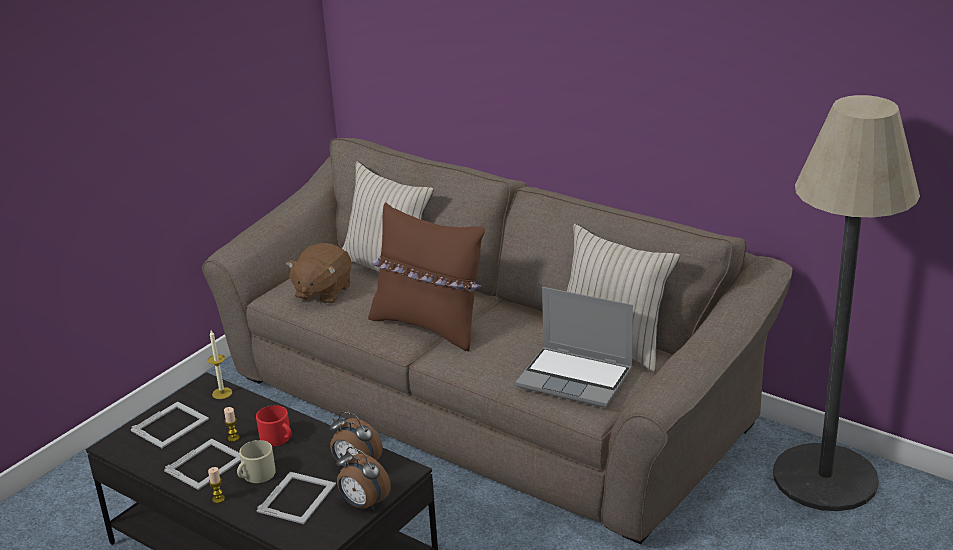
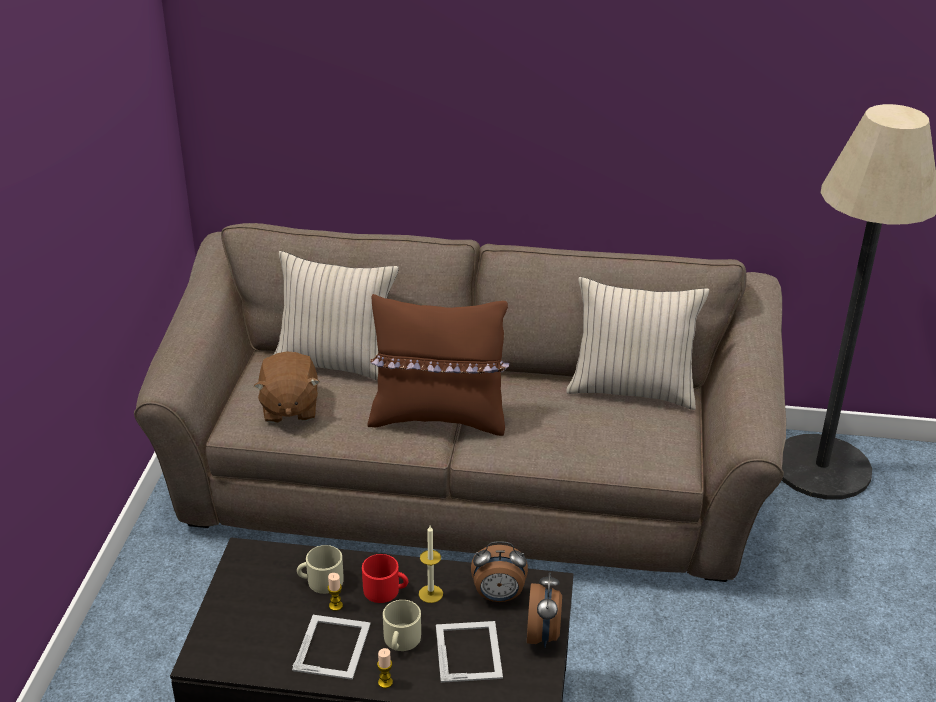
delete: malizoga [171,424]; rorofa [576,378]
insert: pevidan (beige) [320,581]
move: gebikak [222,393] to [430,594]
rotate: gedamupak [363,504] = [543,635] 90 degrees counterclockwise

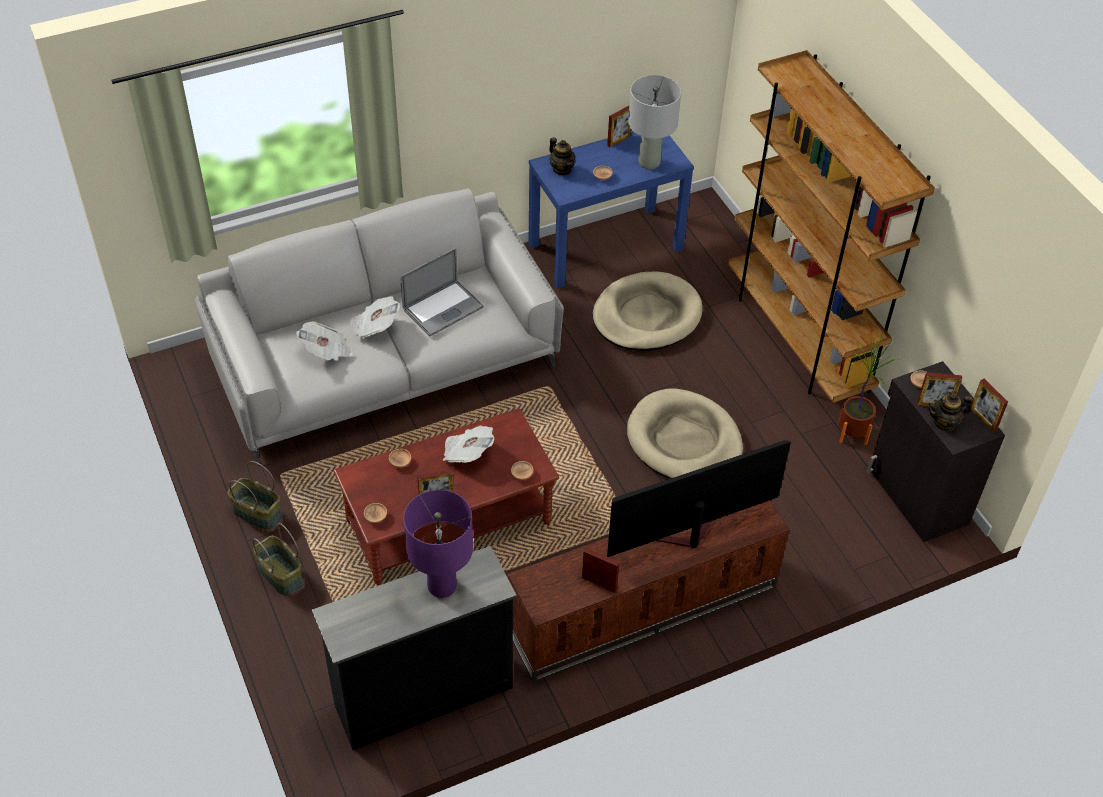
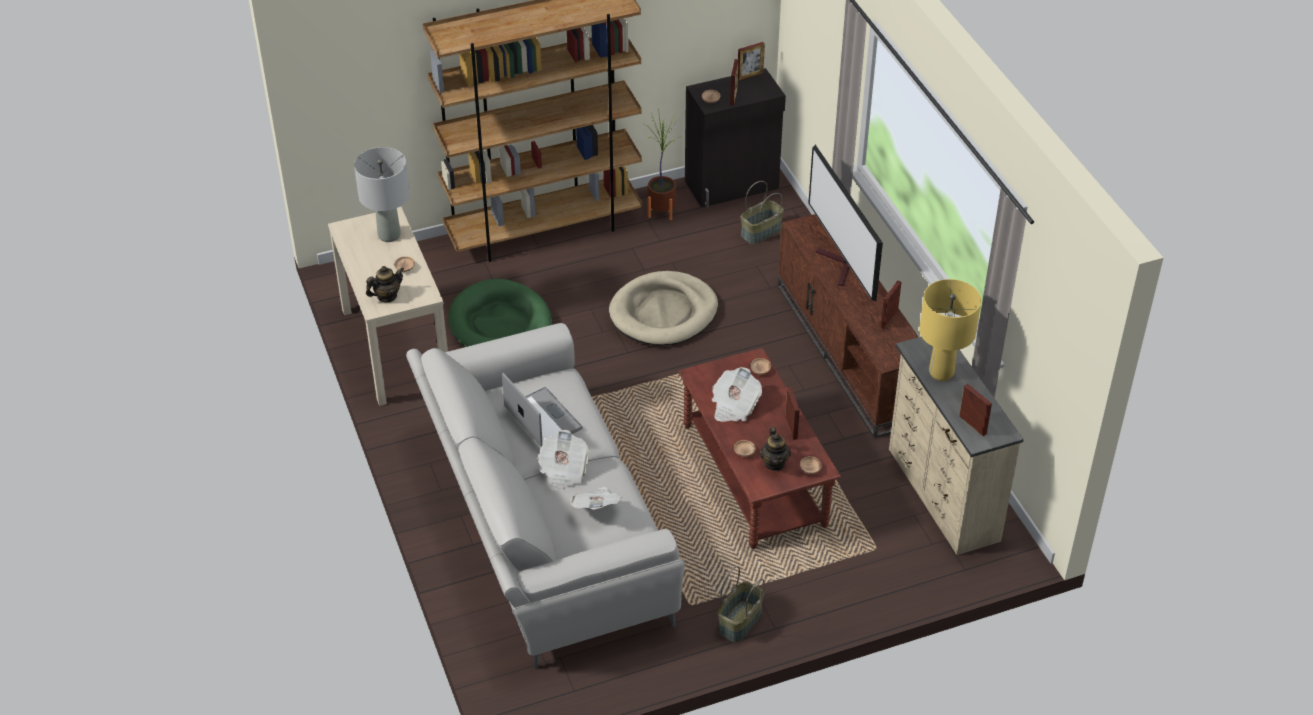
move: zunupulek [279,574] to [761,232]; malizoga [619,140] to [972,425]; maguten [944,423] to [774,463]
recolor: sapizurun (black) [421,694] to sapizurun (beige) [941,495]; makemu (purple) [442,587] to makemu (yellow) [941,372]; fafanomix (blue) [606,246] to fafanomix (beige) [395,347]; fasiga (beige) [646,316] to fasiga (green) [501,325]

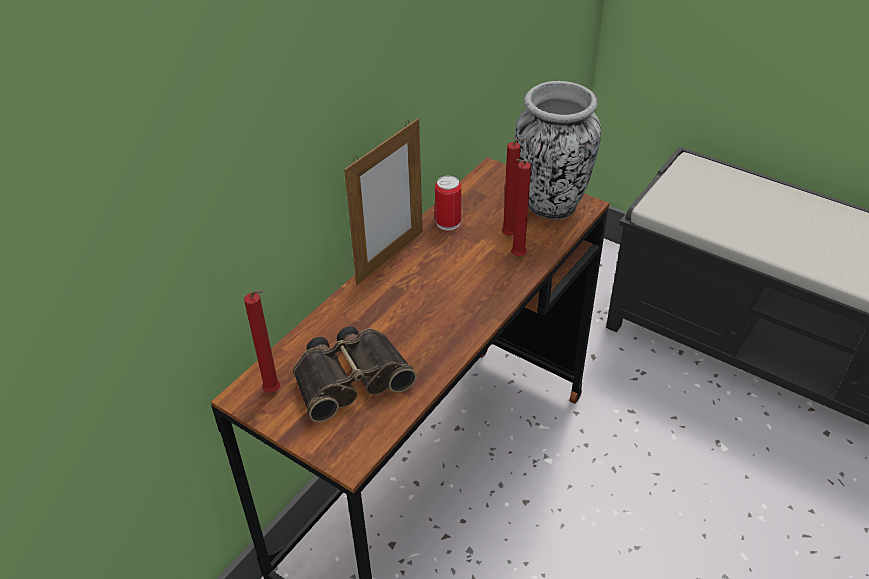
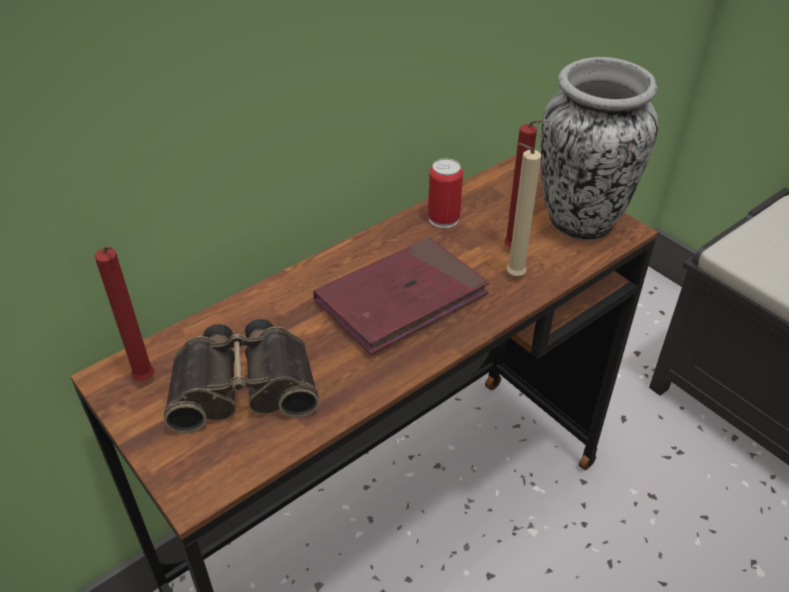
delete: malizoga [390,257]
insert: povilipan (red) [401,299]
recolor: gebikak (red) [516,257] to gebikak (beige) [512,276]

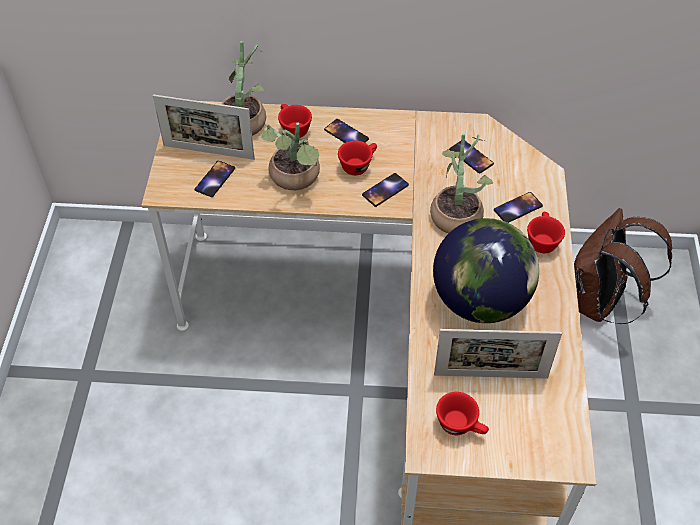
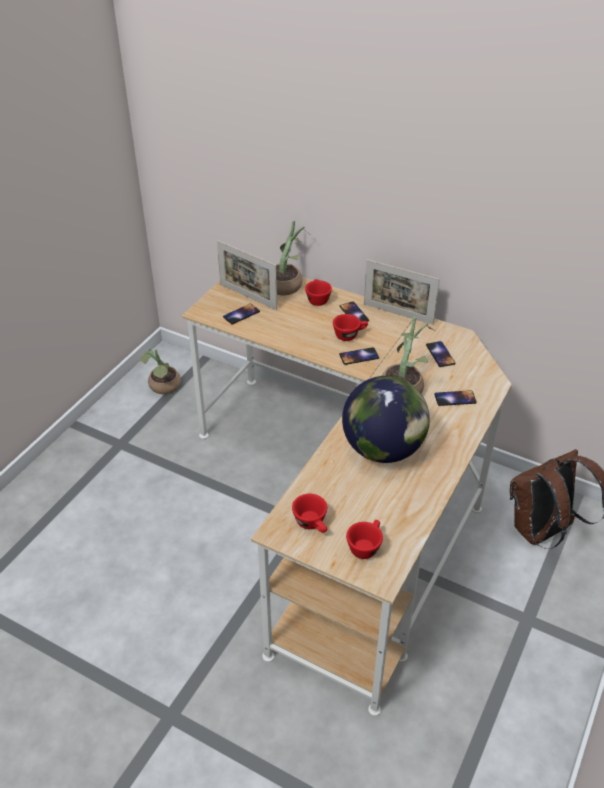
move: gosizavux [295,179] to [163,388]; malizoga [490,376] to [398,314]; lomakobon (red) [541,240] to [365,546]

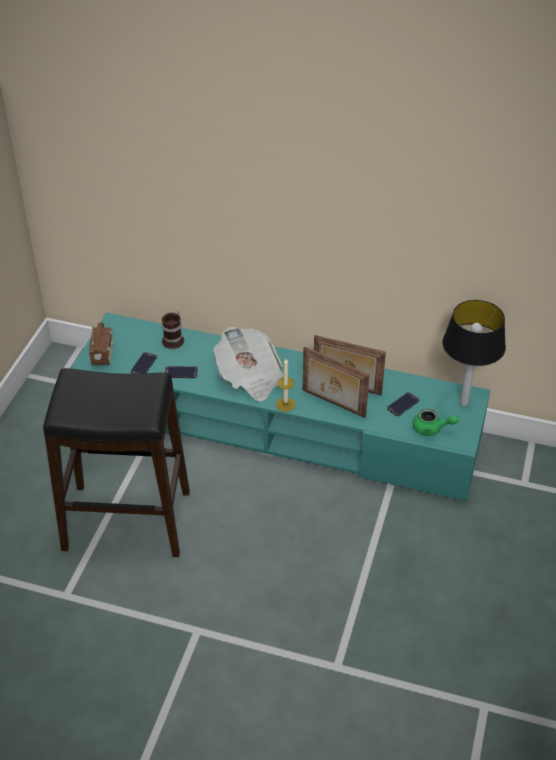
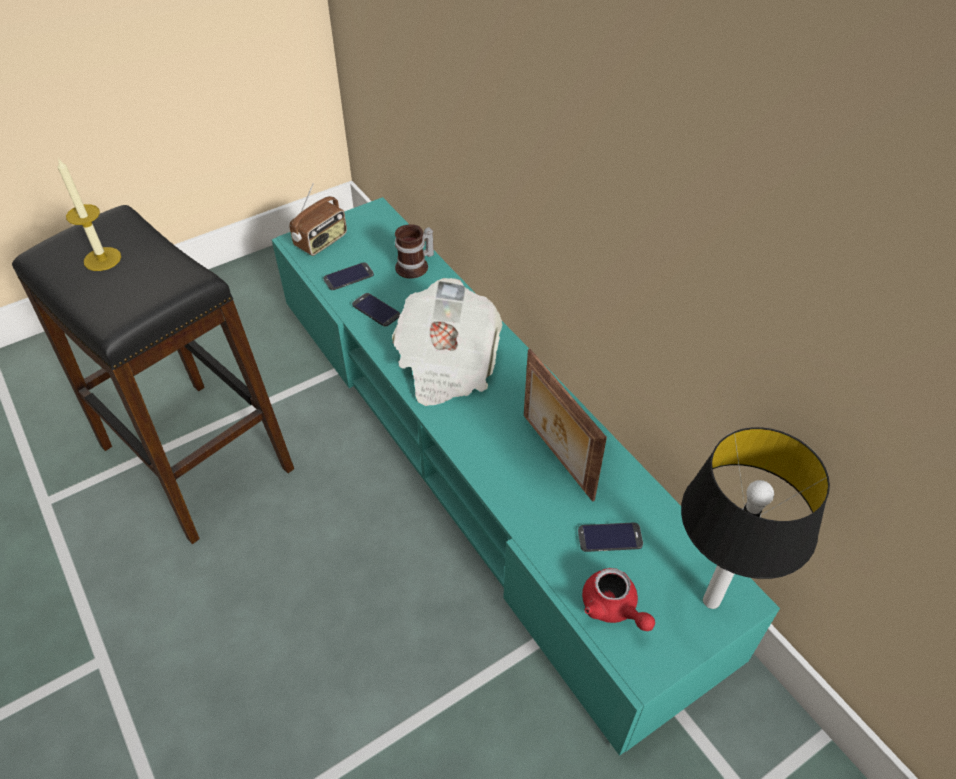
delete: malizoga [333,404]
move: gebikak [285,404] to [102,259]
recolor: maguten (green) [431,429] to maguten (red) [613,608]

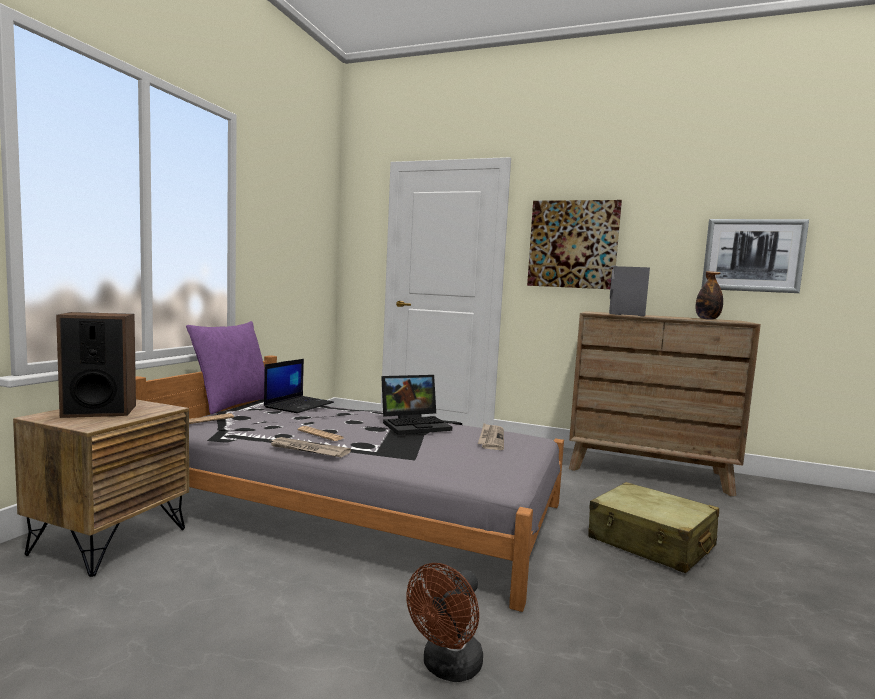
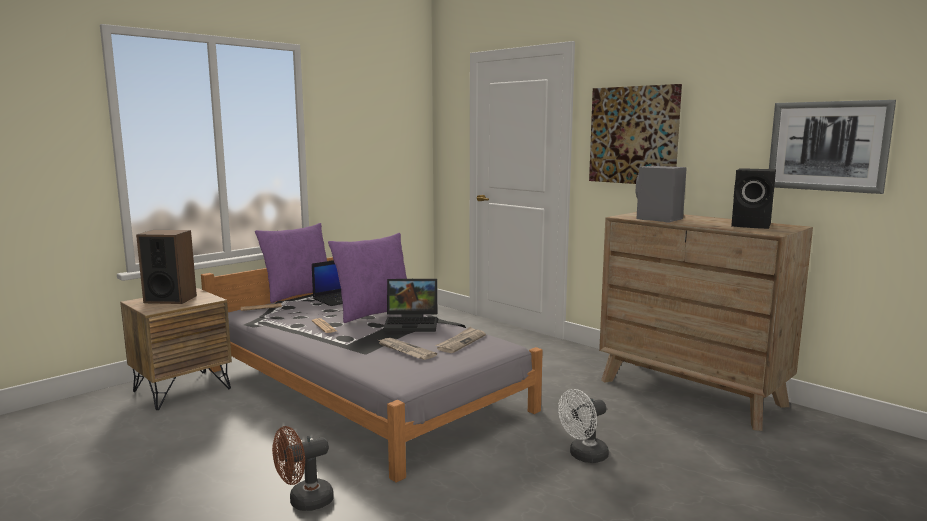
insert: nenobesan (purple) [374,313]
move: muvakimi [308,450] to [405,350]
replace: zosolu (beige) [651,542] to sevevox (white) [584,456]; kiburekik [707,319] to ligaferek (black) [753,225]

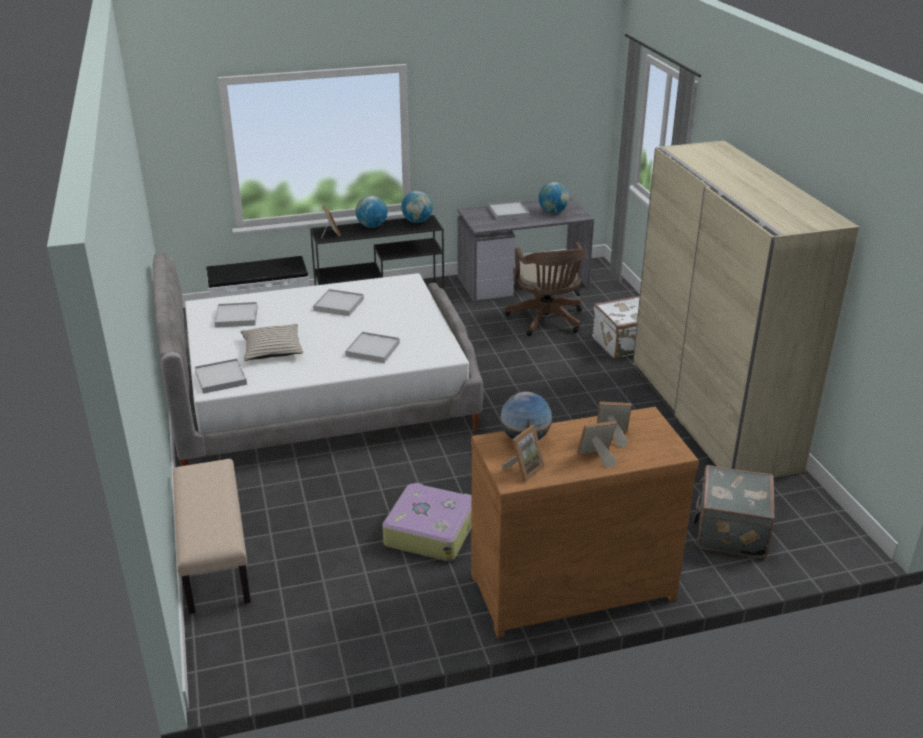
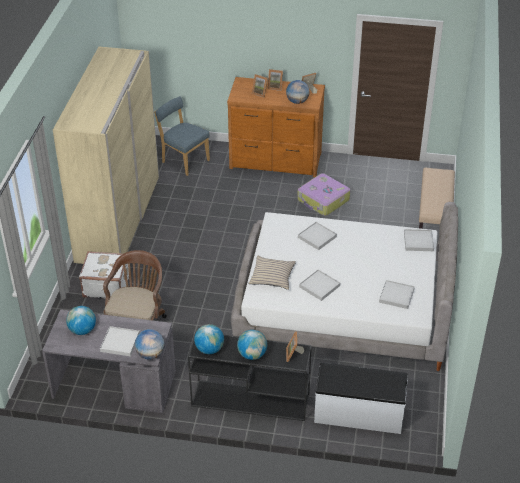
insert: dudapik [150,354]
move: nenobesan (beige) [272,349] to [272,277]
replace: zosolu (grey) [730,531] to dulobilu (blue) [184,160]

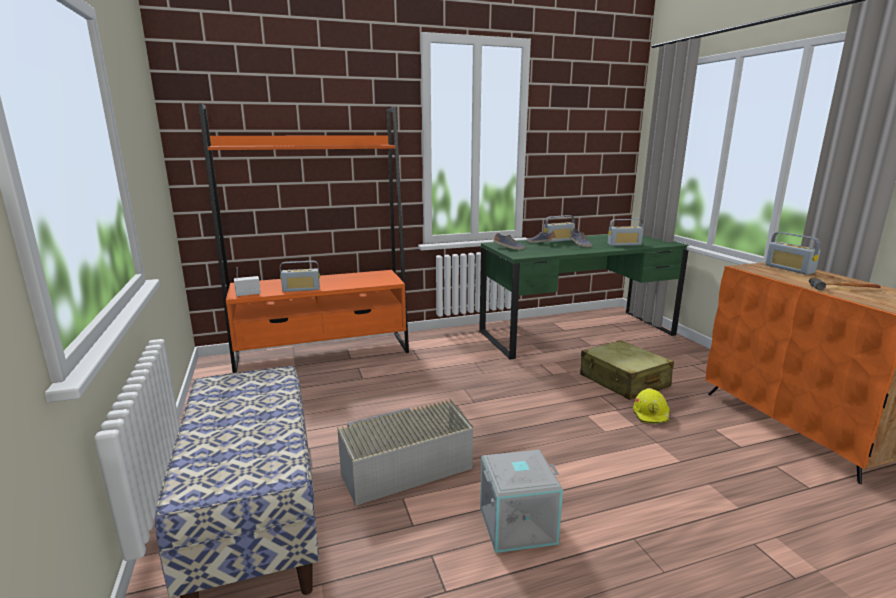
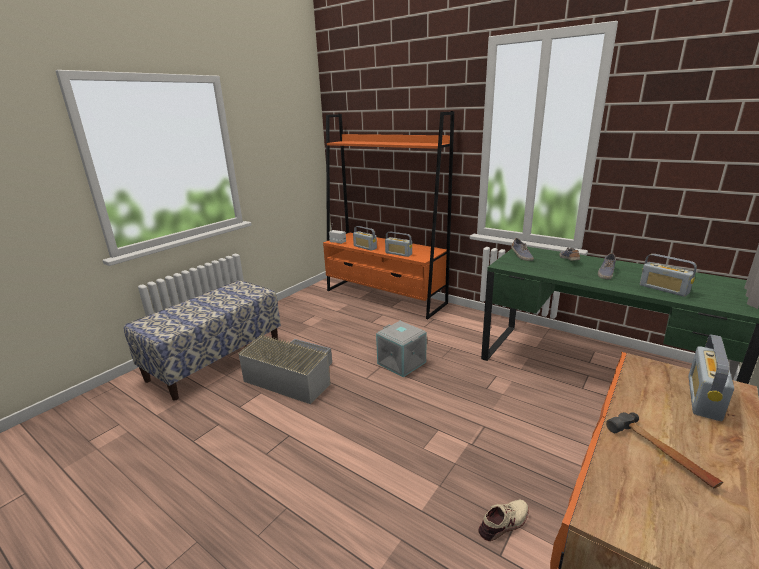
delete: zosolu (beige) [624,381]; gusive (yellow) [651,414]
insert: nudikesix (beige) [504,523]
move: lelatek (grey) [517,523] to [402,362]; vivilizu [558,240] to [398,253]

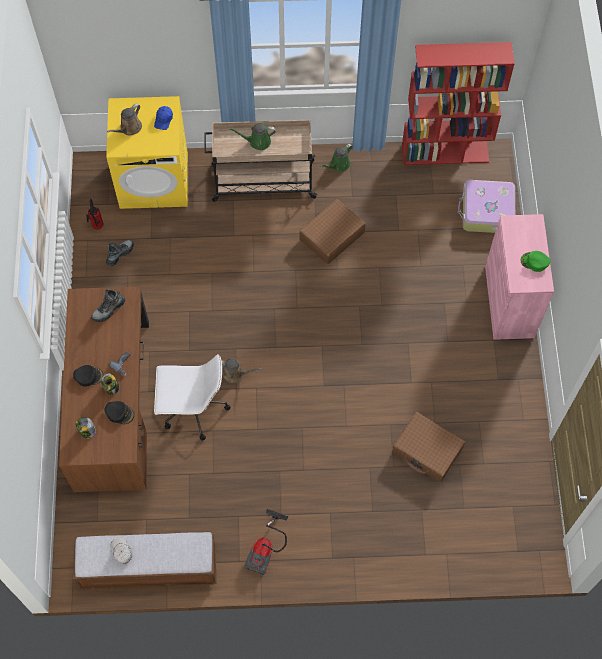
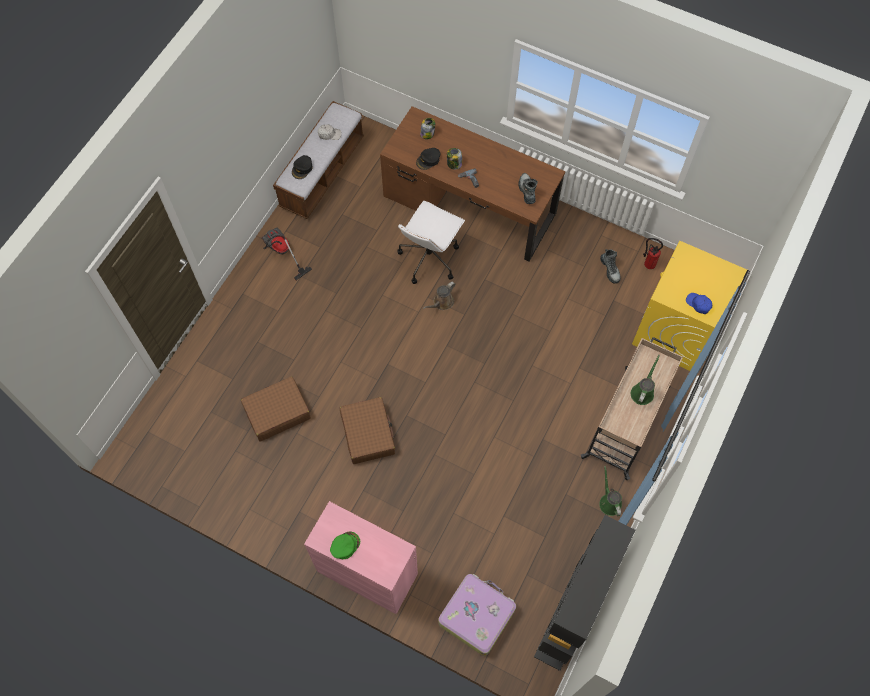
delete: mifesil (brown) [129,128]
move: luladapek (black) [88,376] to [302,169]; zosolu (brown) [331,236] to [368,433]
recolor: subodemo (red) [445,153] to subodemo (black) [568,617]

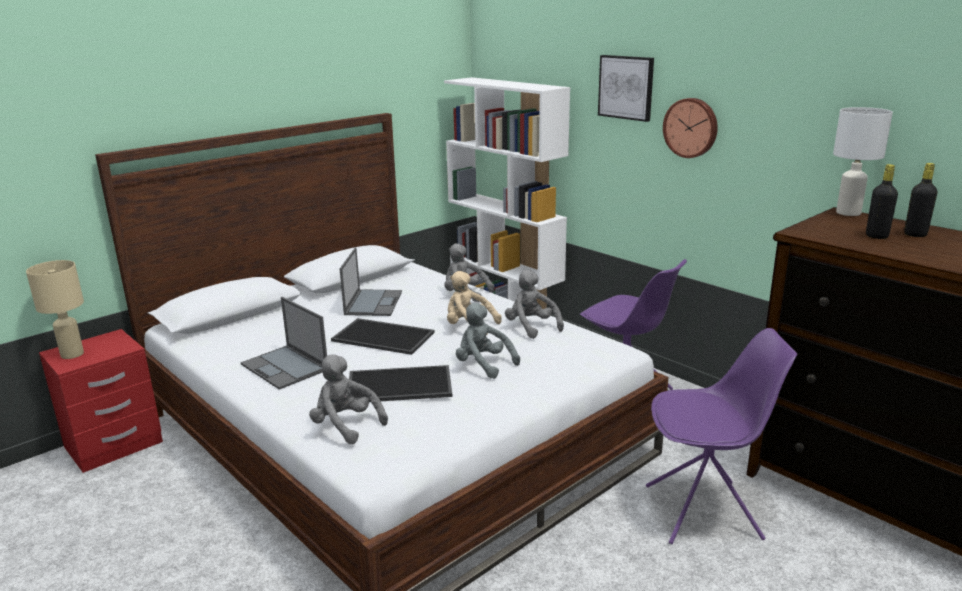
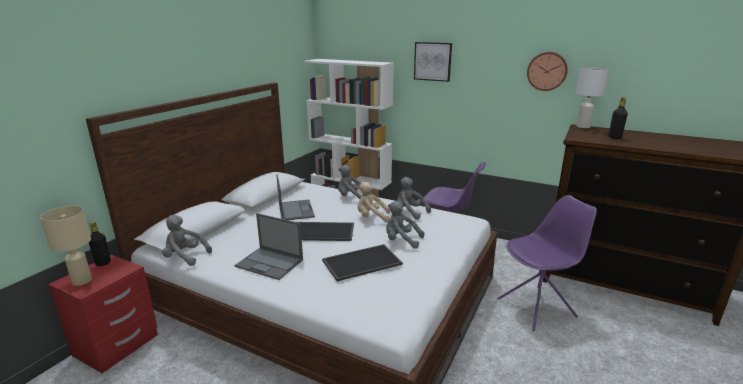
move: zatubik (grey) [345,425] to [185,257]; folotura [691,127] to [547,71]; kiburekik (black) [915,234] to [103,263]

